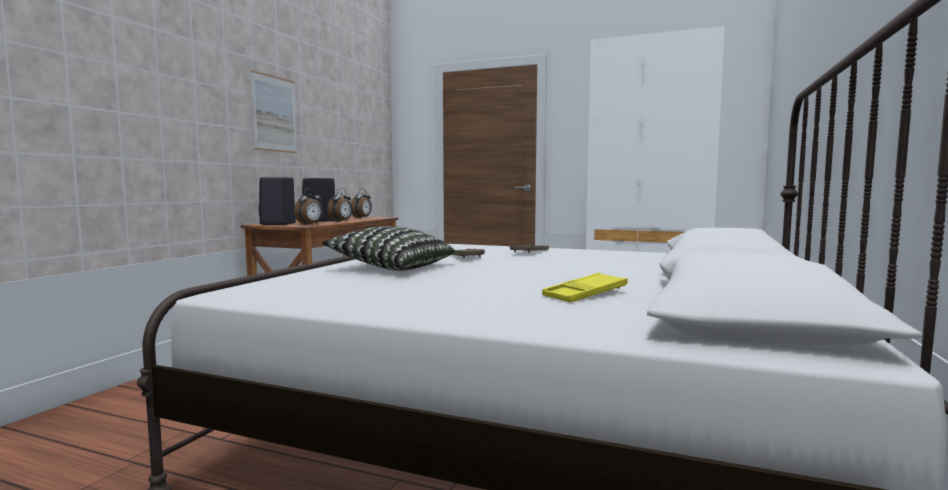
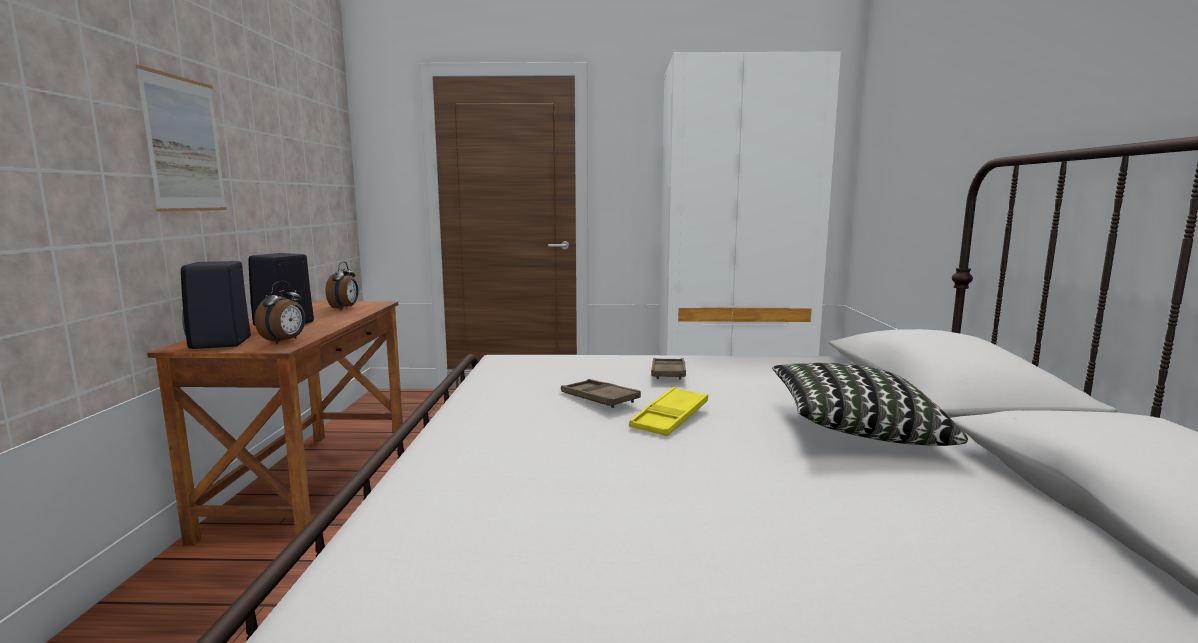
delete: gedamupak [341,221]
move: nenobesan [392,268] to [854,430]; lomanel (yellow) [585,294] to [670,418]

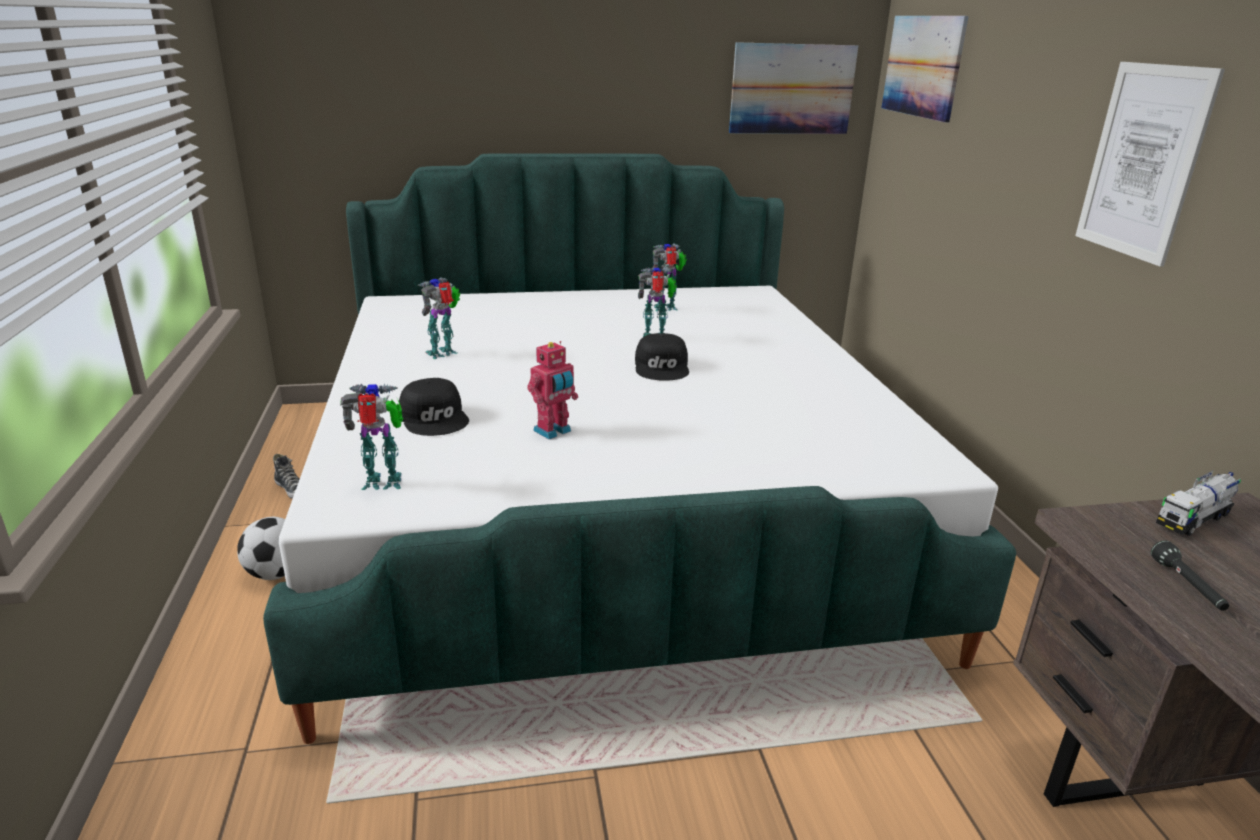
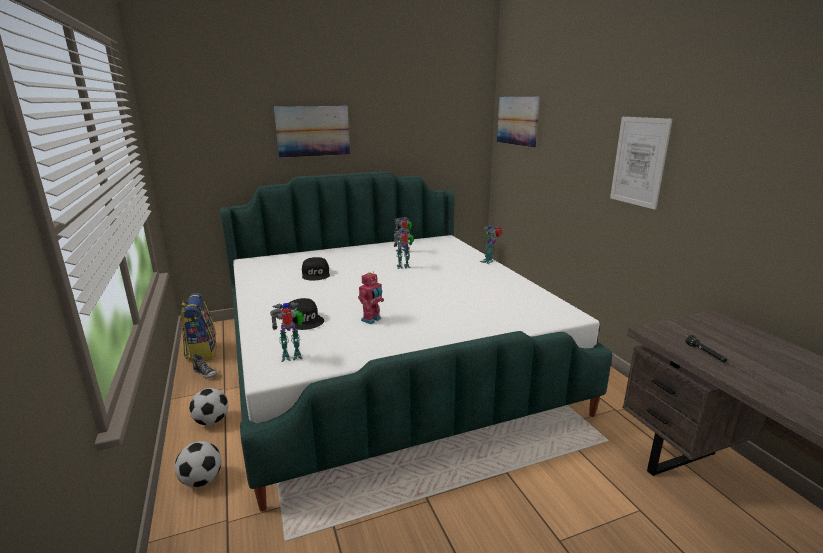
delete: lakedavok [1193,519]
insert: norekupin [202,480]; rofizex [201,352]
move: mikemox [443,353] to [489,261]; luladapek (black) [662,367] to [316,274]; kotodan [792,89] to [313,131]

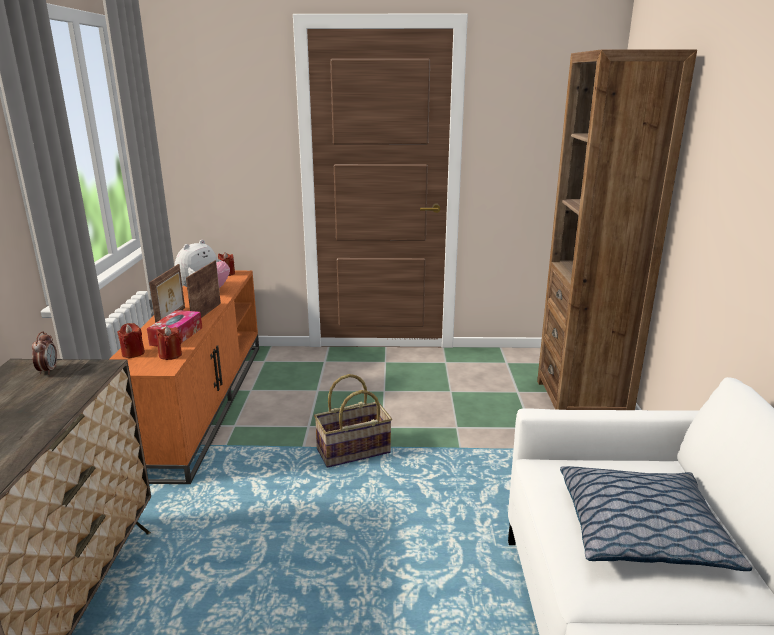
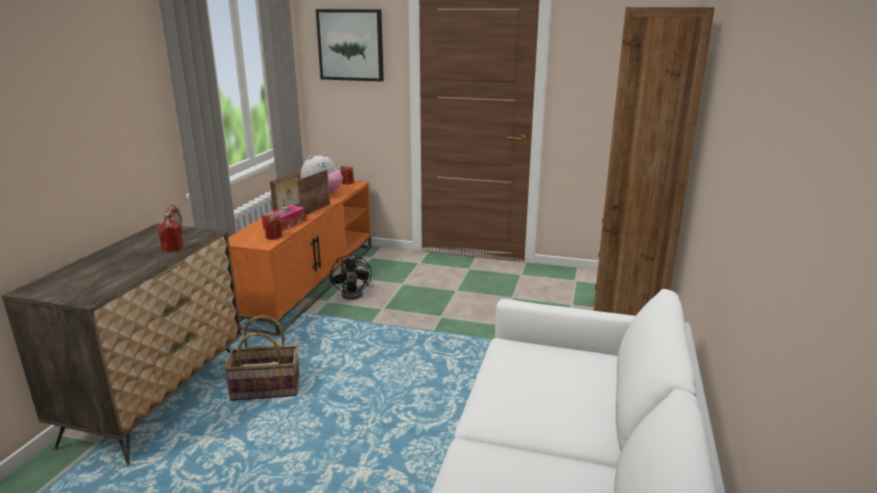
delete: nenobesan [640,531]
insert: kotodan [351,45]; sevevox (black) [356,293]
move: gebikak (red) [133,353] to [173,248]; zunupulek [353,452] to [265,390]

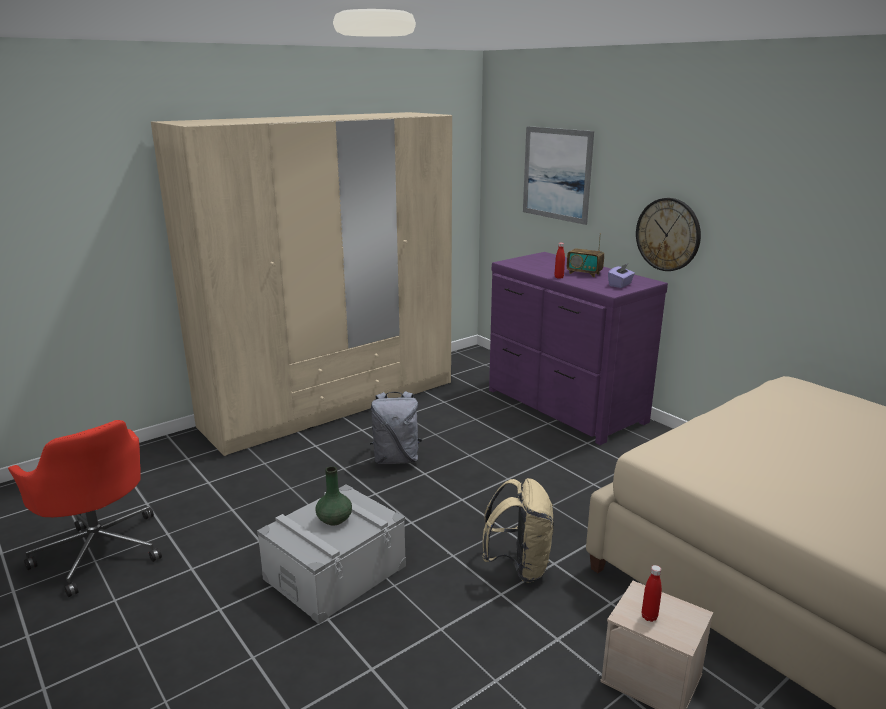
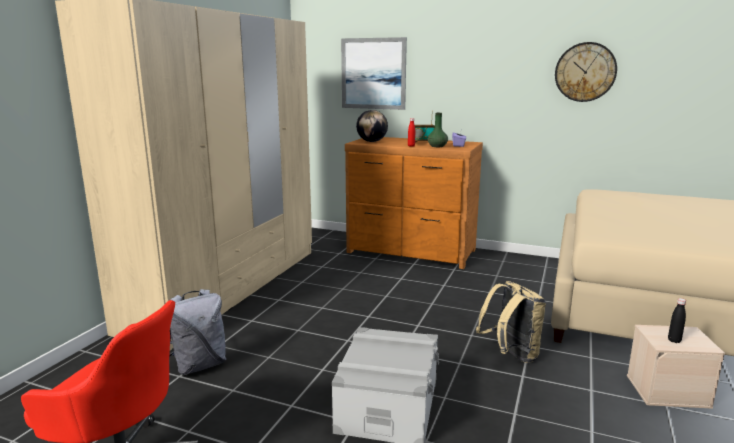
insert: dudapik [372,141]
move: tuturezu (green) [334,519] to [437,146]; rofizex (grey) [396,459] to [200,365]; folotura [668,234] to [585,72]
recolor: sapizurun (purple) [563,406] to sapizurun (brown) [411,252]; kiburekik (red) [649,617] to kiburekik (black) [674,340]

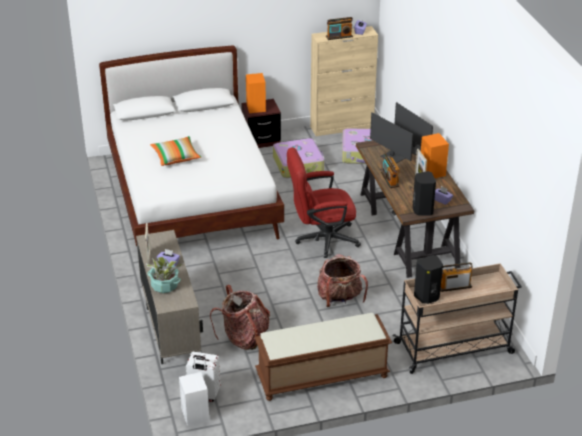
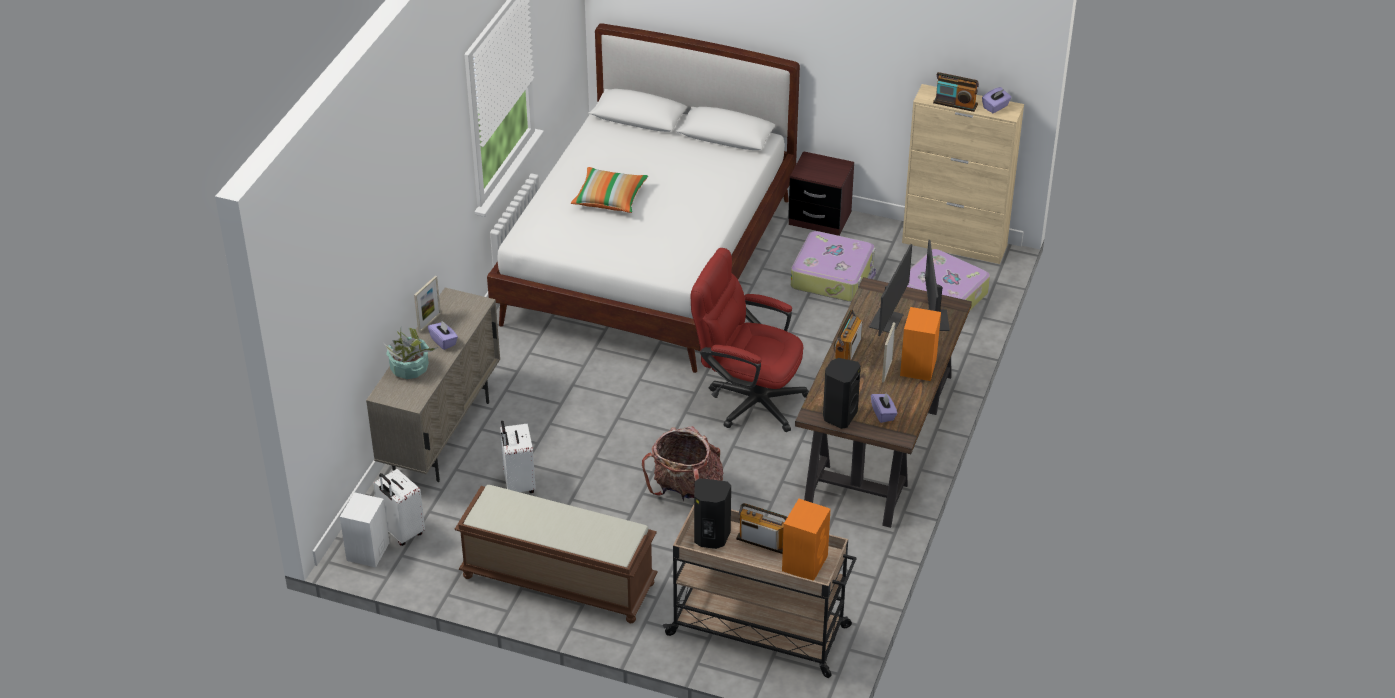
move: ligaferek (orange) [256,107] to [805,562]
replace: rofizex [244,337] to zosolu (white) [518,484]
rotate: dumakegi [392,157] = [887,321] 150 degrees counterclockwise

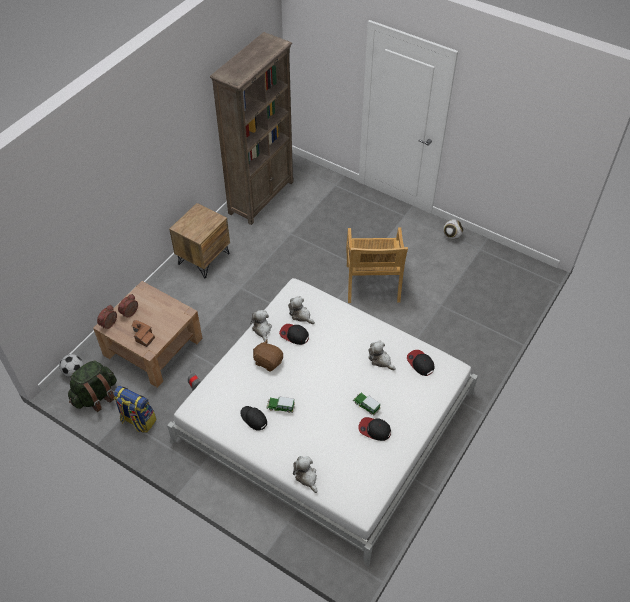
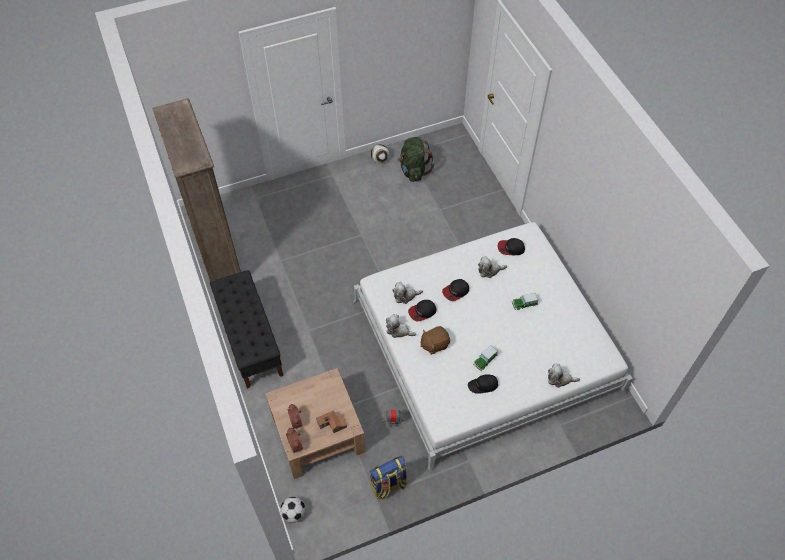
delete: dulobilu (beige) [372,284]
move: rofizex (green) [96,396] to [413,170]; luladapek [374,430] to [455,291]
replace: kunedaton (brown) [203,258] to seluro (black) [250,340]

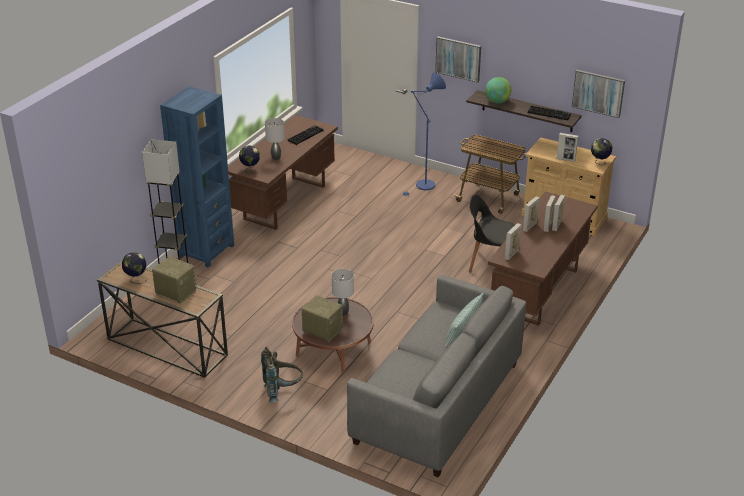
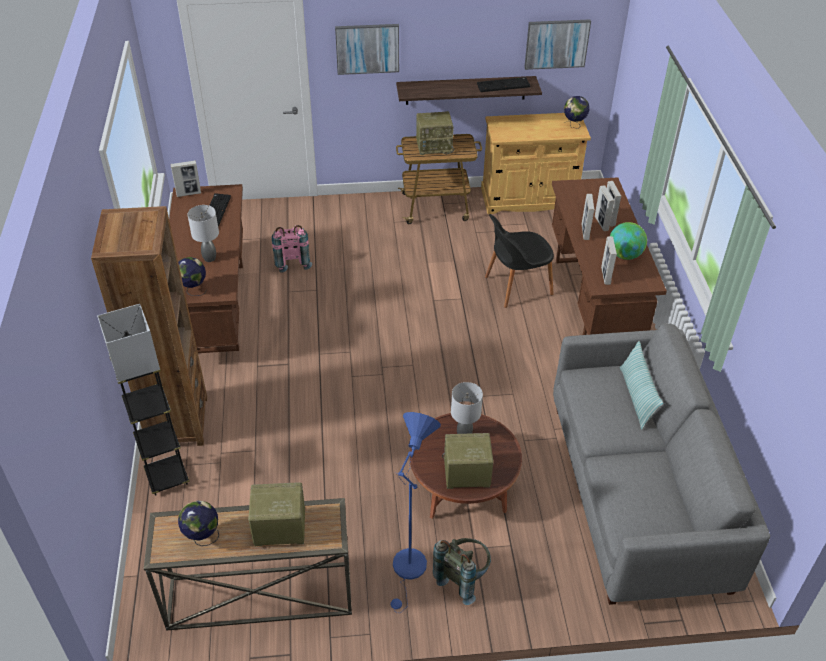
insert: rofizex (pink) [291,261]; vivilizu [434,146]
move: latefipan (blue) [423,187] to [409,570]; dudapik [497,101] to [624,255]; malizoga [566,159] to [189,194]
recolor: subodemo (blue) [206,251] to subodemo (brown) [178,422]

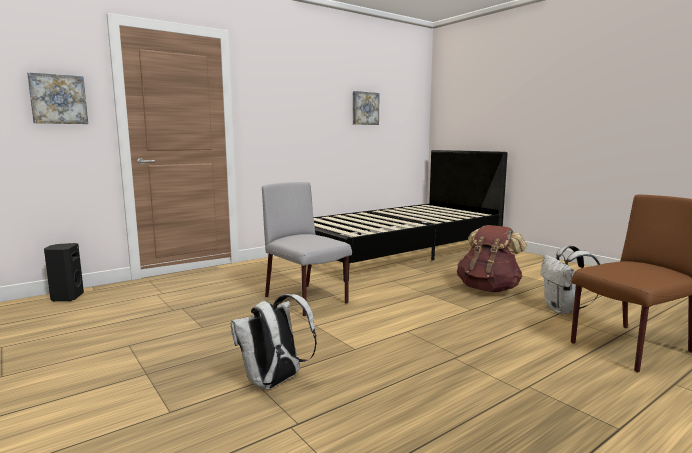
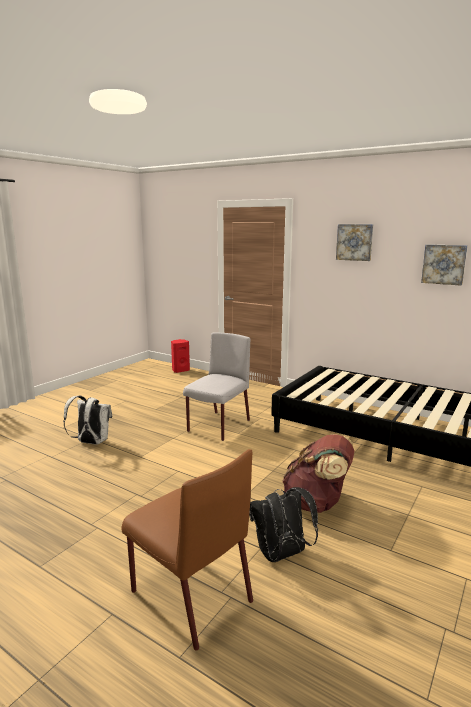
move: kotodan [58,99] to [354,242]
recolor: ligaferek (black) [66,297] to ligaferek (red) [180,370]; rofizex (white) [563,310] to rofizex (black) [281,555]

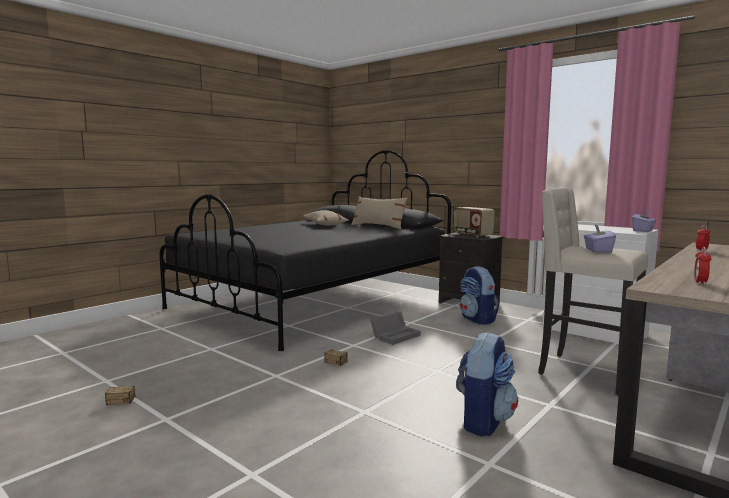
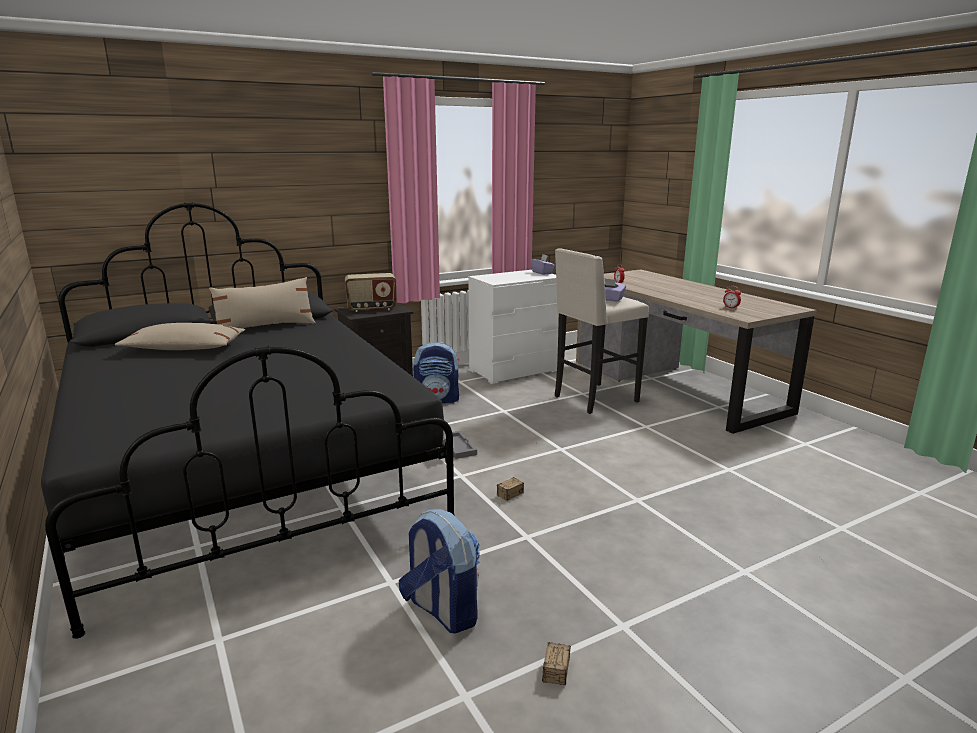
move: rofizex [483,421] to [442,610]

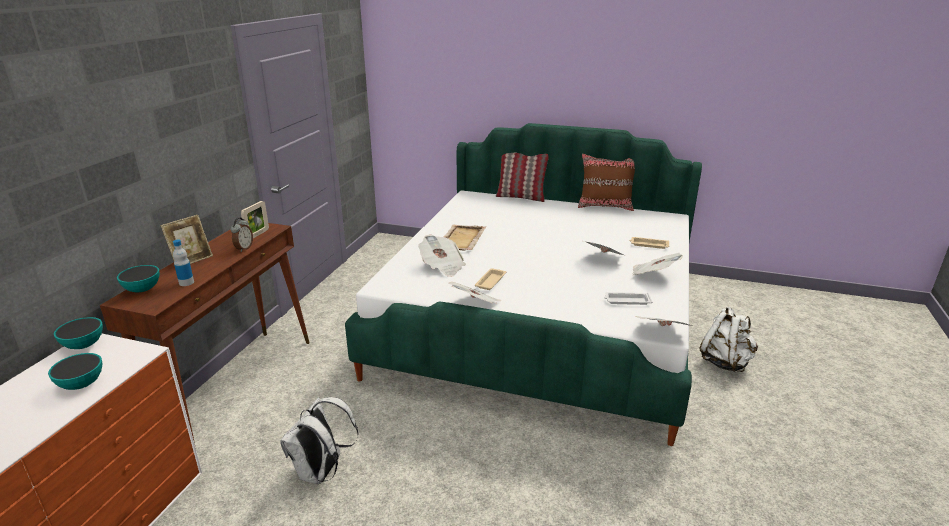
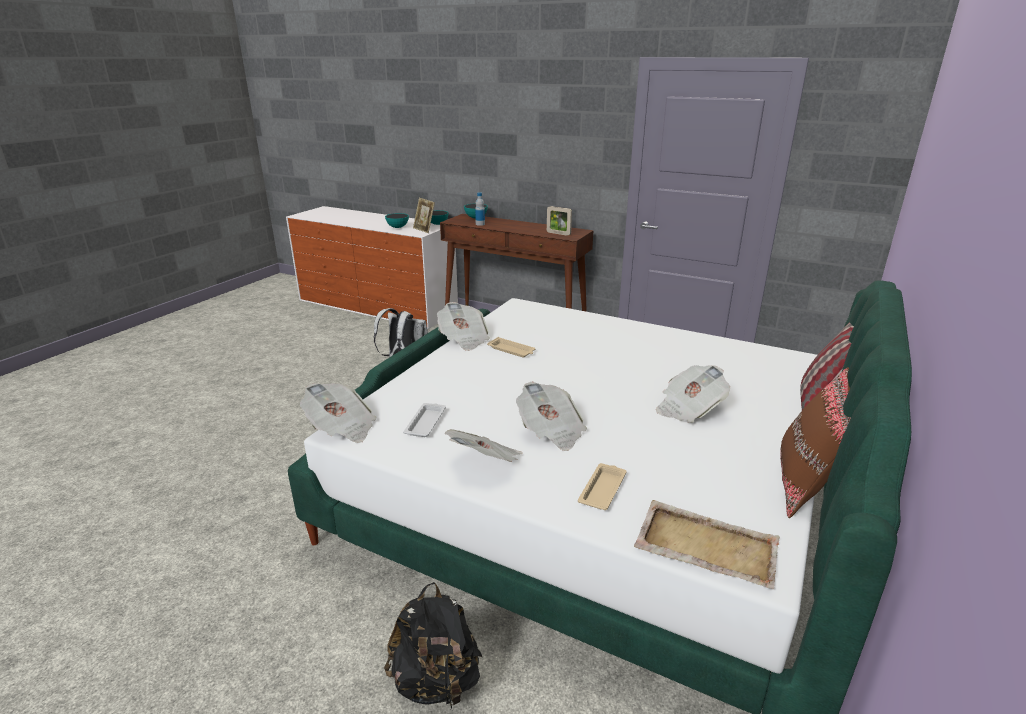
delete: gedamupak [243,248]
move: malizoga [192,260] to [424,230]; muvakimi [442,267] to [688,409]; lomanel (beige) [461,239] to [705,546]
recolor: rofizex (white) [725,362] to rofizex (black) [436,681]

